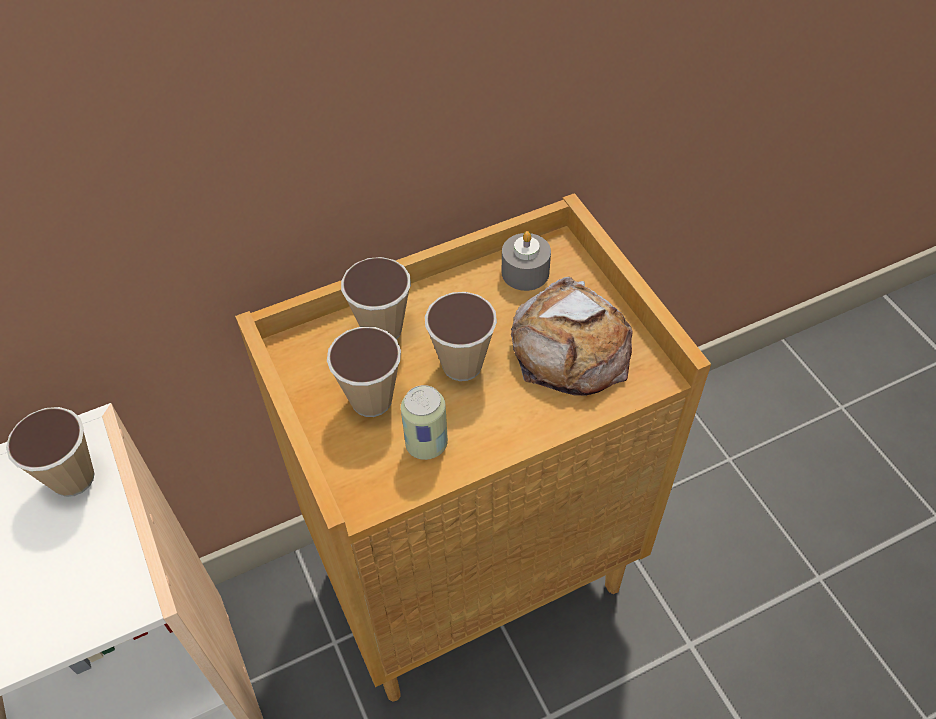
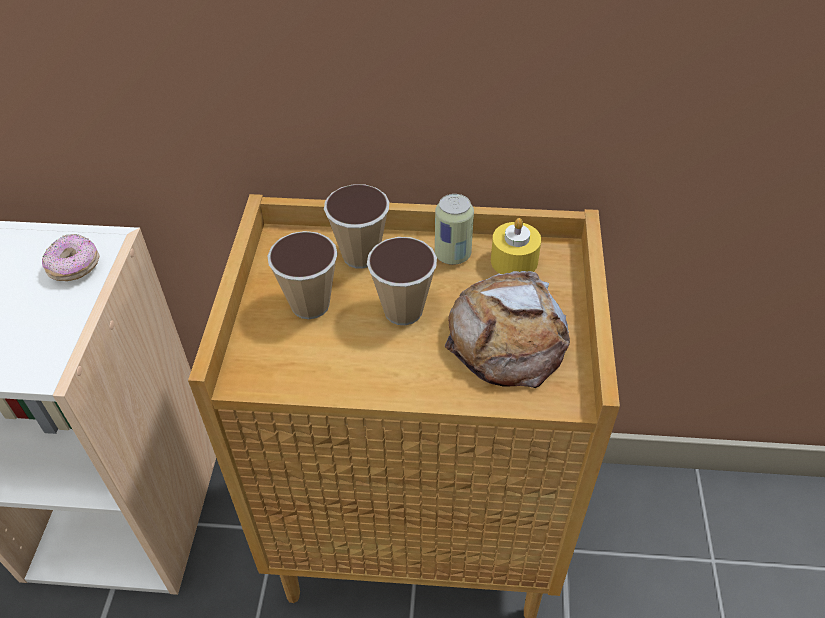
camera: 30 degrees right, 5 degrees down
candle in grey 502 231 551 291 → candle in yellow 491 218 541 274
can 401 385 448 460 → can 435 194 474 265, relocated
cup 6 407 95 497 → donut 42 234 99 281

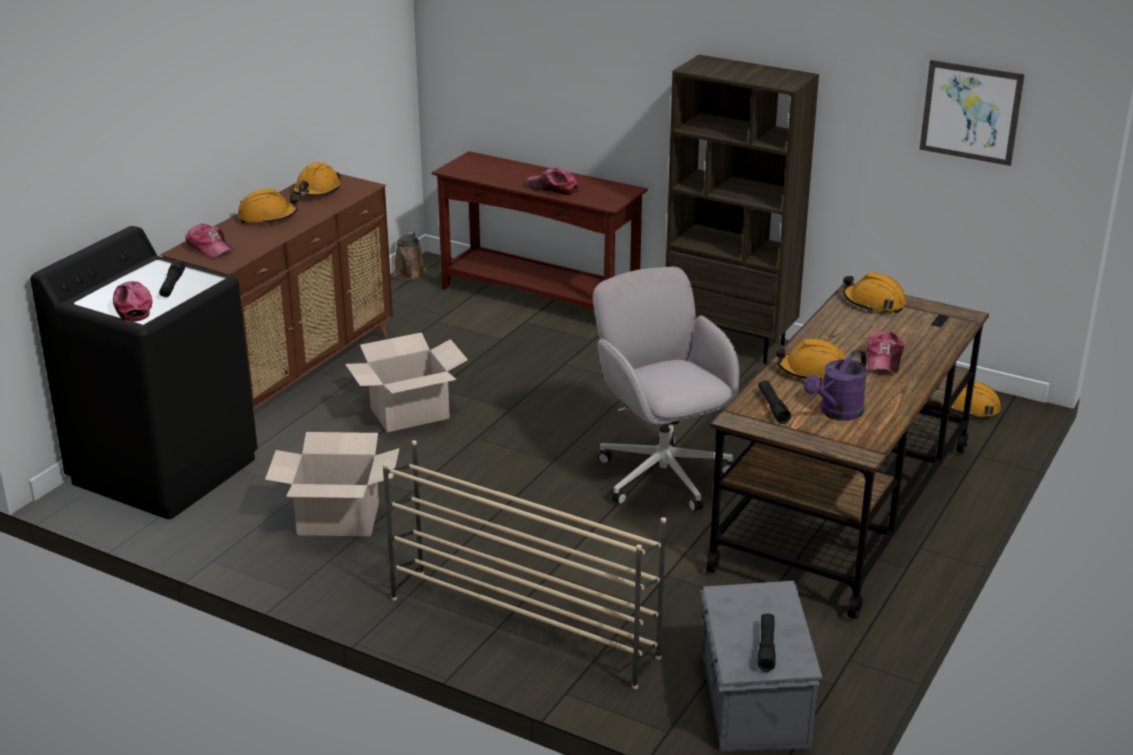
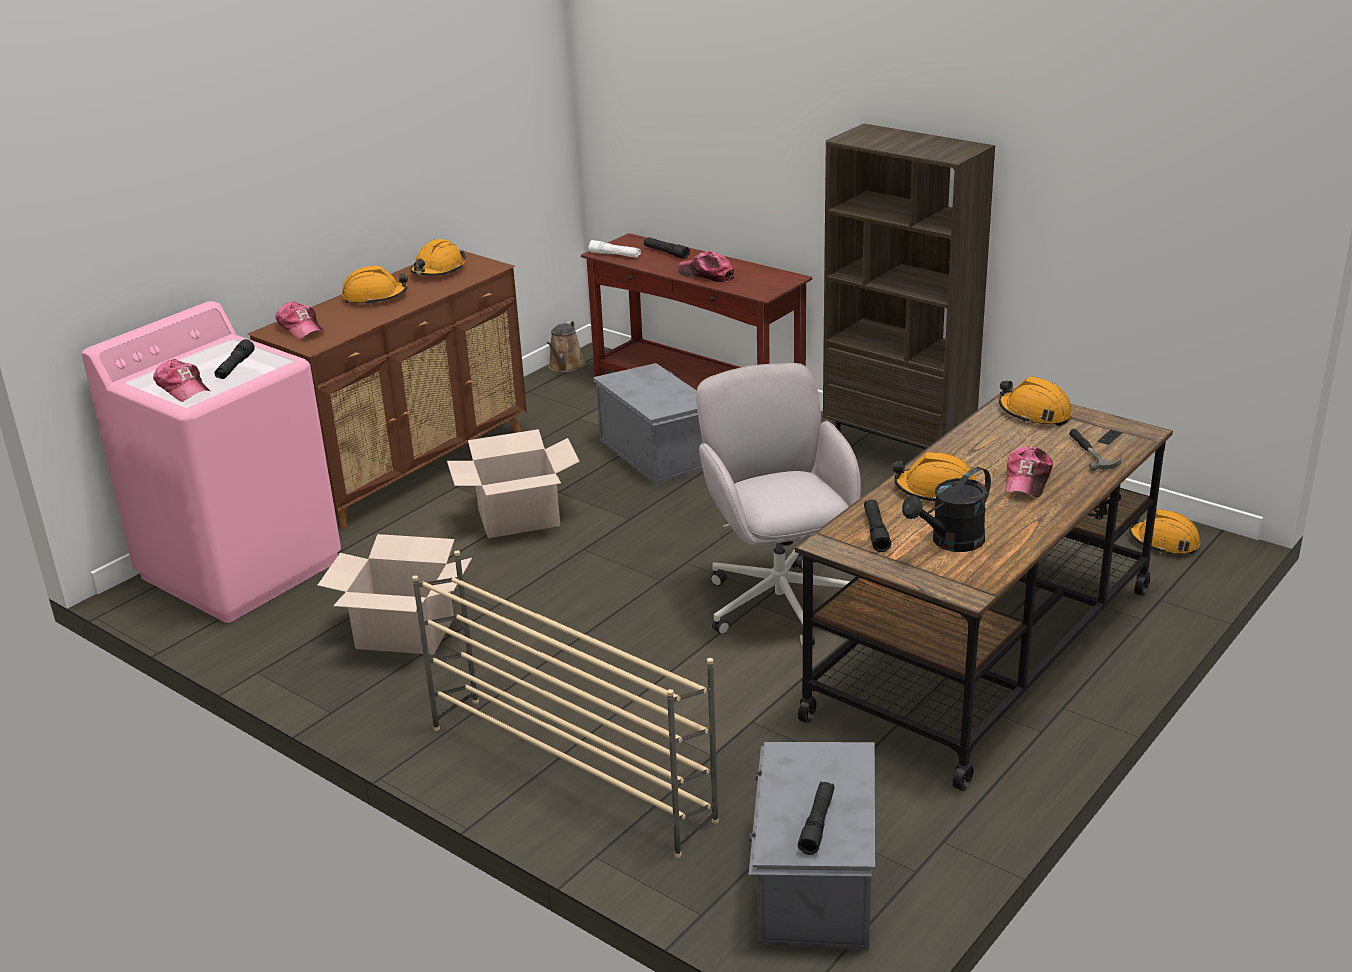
camera: 10 degrees right, 0 degrees up
picture 920 60 1025 166 → -
washing machine in black 30 226 258 519 → washing machine in pink 82 301 341 623
cap 113 281 153 322 → cap 153 359 211 402, 150 degrees clockwise
watering can in purple 804 349 867 421 → watering can in black 902 467 991 552
- → flashlight in black 644 237 690 259
- → flashlight in white 588 240 641 258
- → storage box in grey 593 363 703 484
- → hammer 1069 429 1121 471

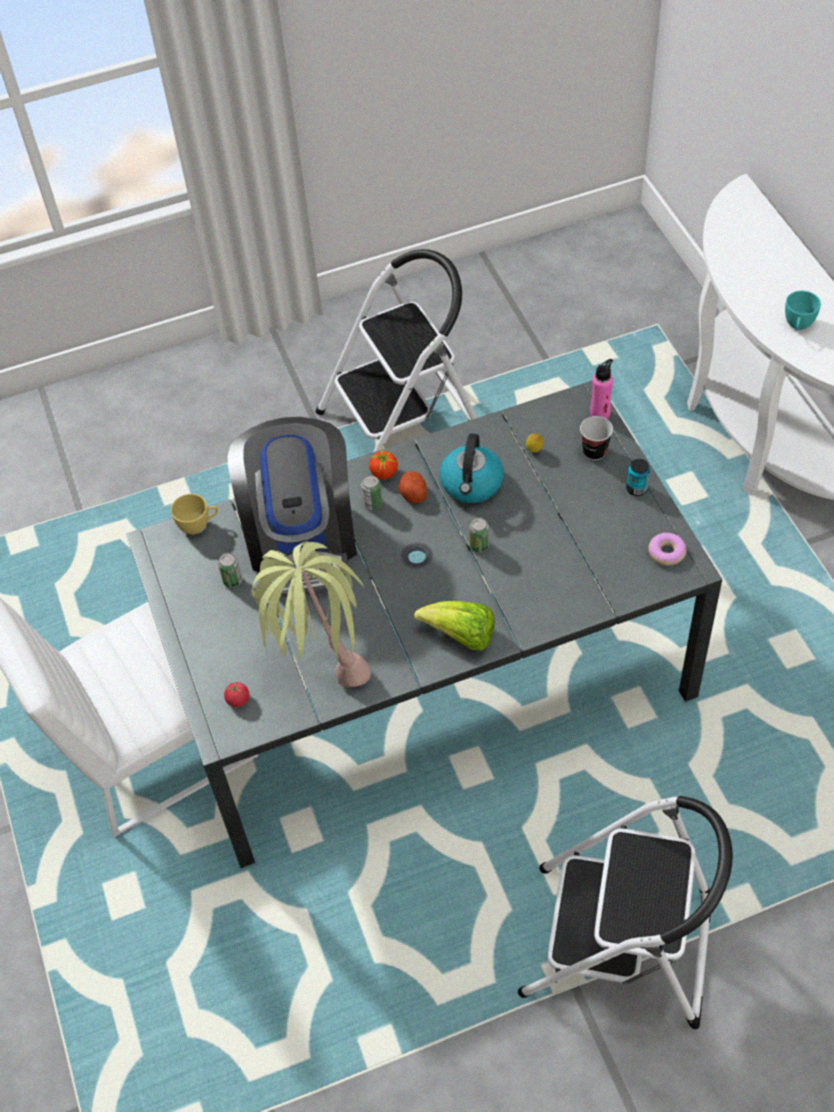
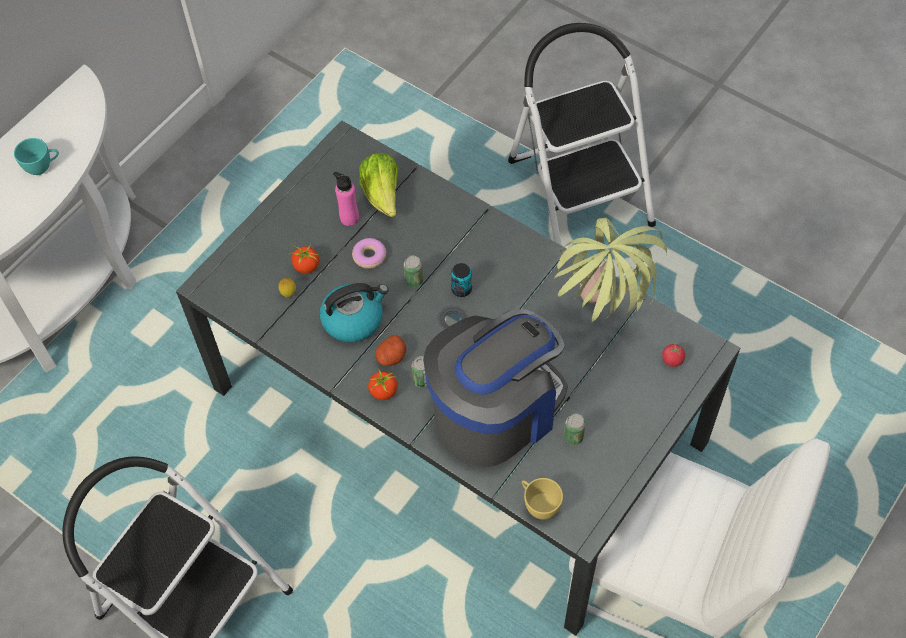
camera: 125 degrees left, 5 degrees up
bottle in pink 590 359 613 419 → bottle in pink 333 172 359 226, relocated
cup 580 416 613 460 → -
can 626 459 650 496 → can 451 263 472 297, relocated
donut 648 533 687 566 → donut 352 238 386 269, relocated
lettuce 414 601 495 651 → lettuce 359 153 399 217, relocated
- → tomato 289 244 319 274

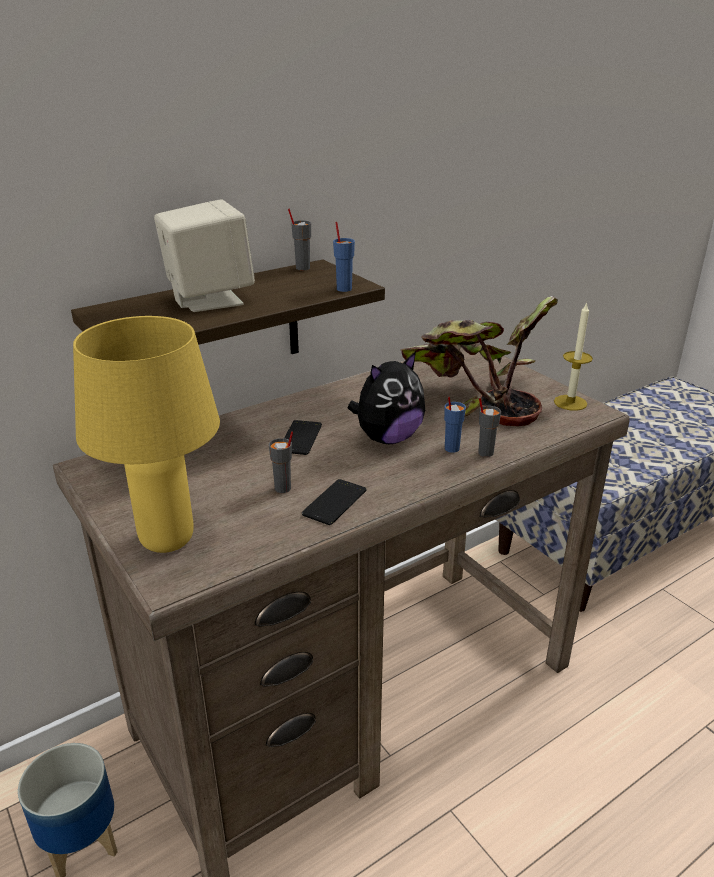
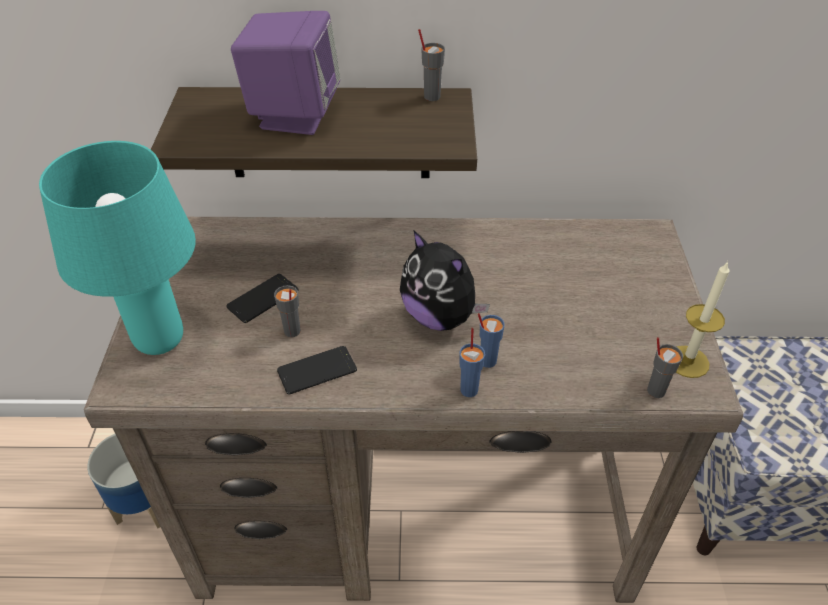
camera: 35 degrees right, 15 degrees up
speaker in beige 154 199 255 312 → speaker in purple 231 11 341 135
cup in blue 333 222 355 292 → cup in blue 460 328 485 397, relocated
potted plant 400 296 558 426 → -
table lamp in yellow 73 316 220 553 → table lamp in turquoise 39 141 196 355
plush toy 348 351 425 444 → plush toy 400 231 490 331, 45 degrees clockwise
cup in grey 478 398 501 457 → cup in grey 647 337 683 398, relocated
phone 284 420 322 455 → phone 226 274 298 323, relocated

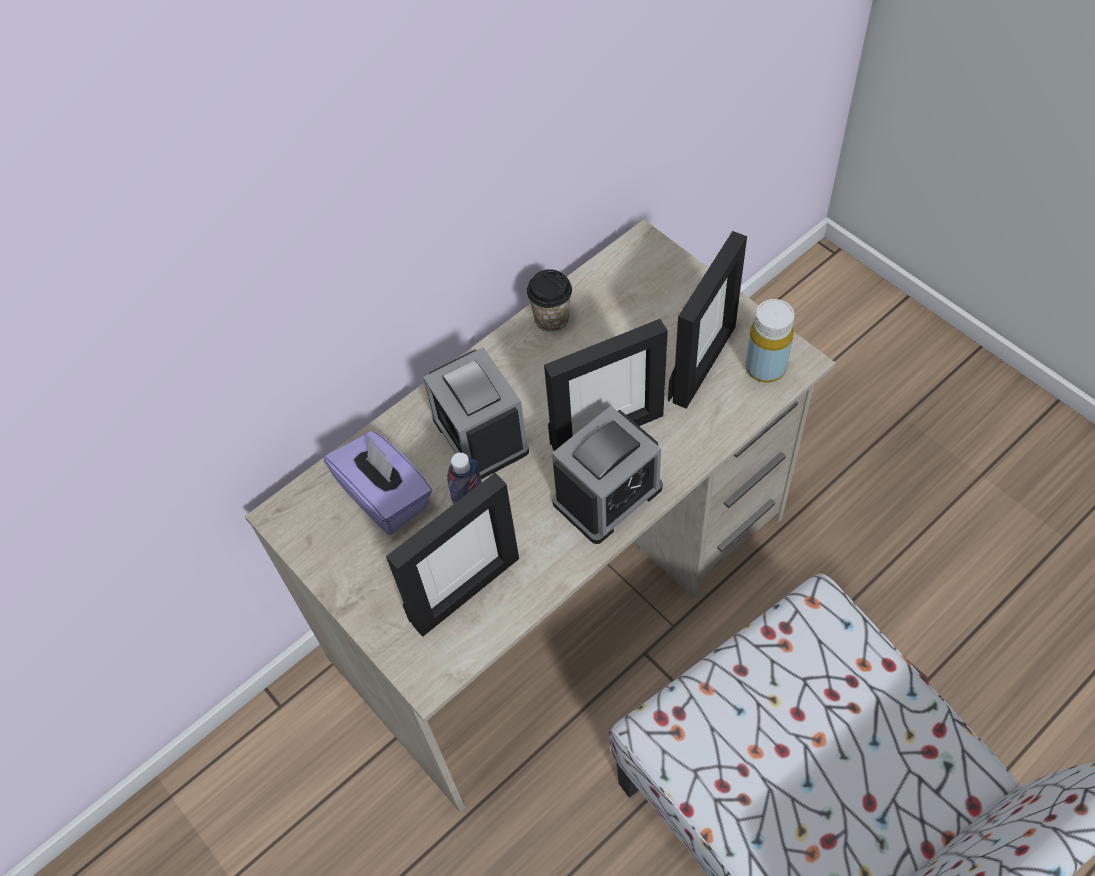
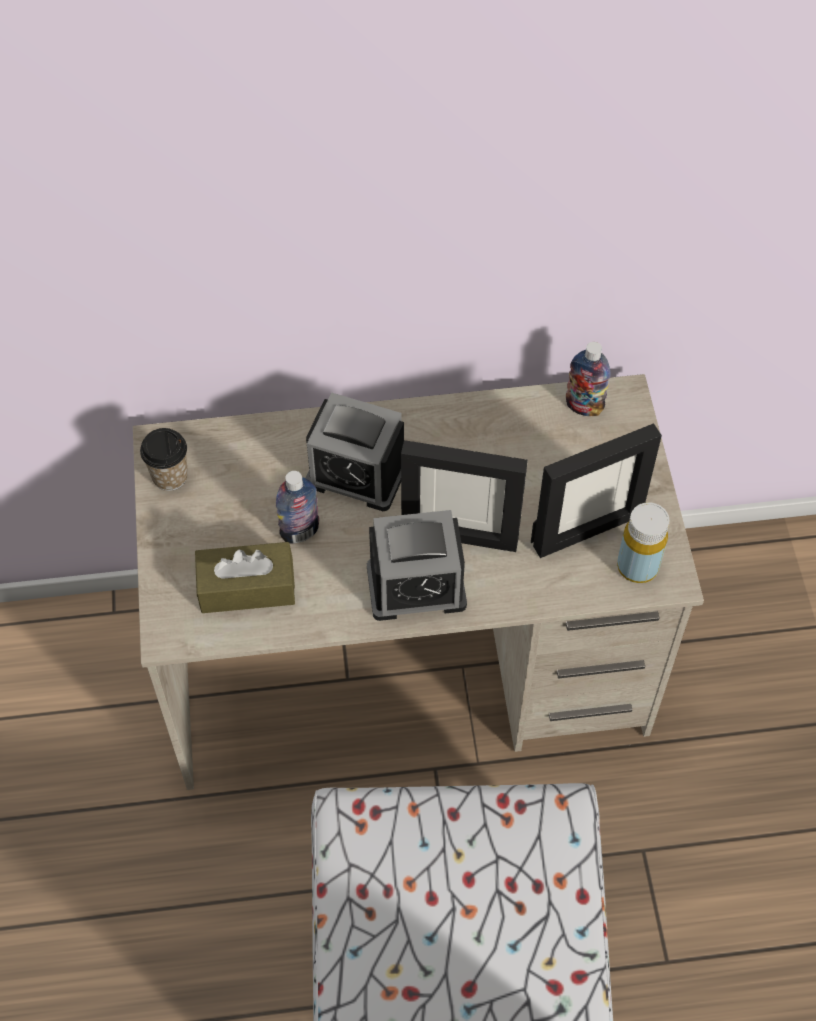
camera: 30 degrees right, 0 degrees up
cup 527 269 572 332 → cup 140 428 188 491, relocated
alarm clock 423 347 529 479 → alarm clock 305 392 404 511, 75 degrees counterclockwise
tissue box in purple 324 431 433 535 → -
picture frame 386 473 519 637 → tissue box in brown 195 542 295 613
- → bottle 566 342 611 416

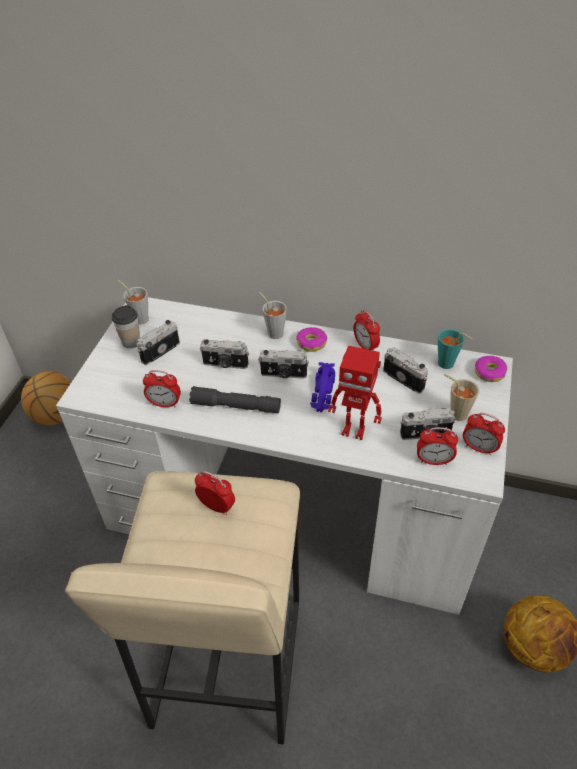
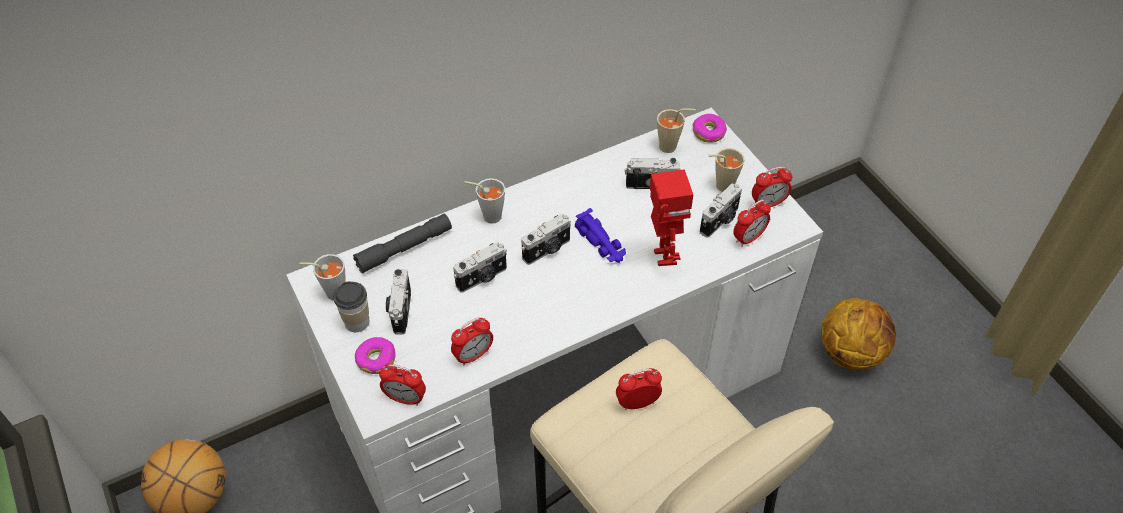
camera: 45 degrees left, 5 degrees up
alarm clock 353 310 380 351 → alarm clock 379 364 426 406, relocated
donut 296 327 327 352 → donut 355 337 396 374, relocated
cup in turquoise 438 329 473 369 → cup in beige 657 108 696 153
toy robot 328 346 382 440 → toy robot 650 169 693 266, 75 degrees counterclockwise
flashlight in grey 189 386 281 413 → flashlight in grey 353 214 452 274, relocated

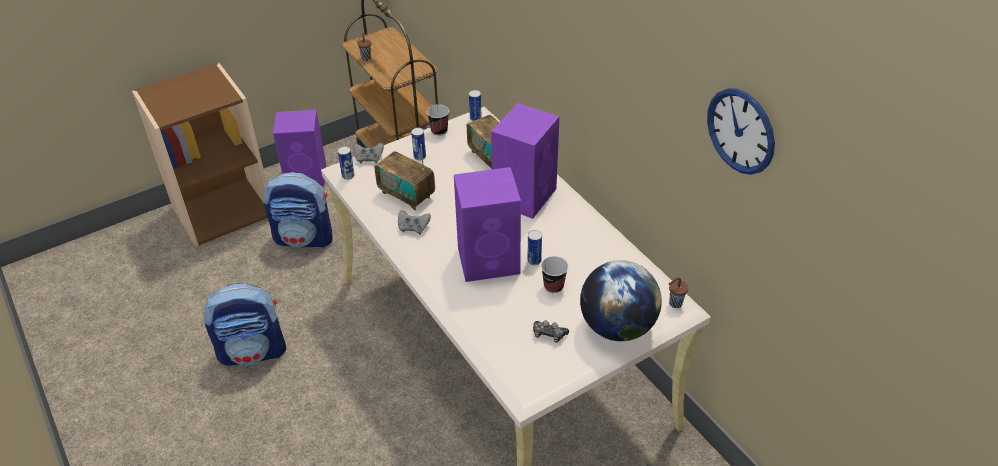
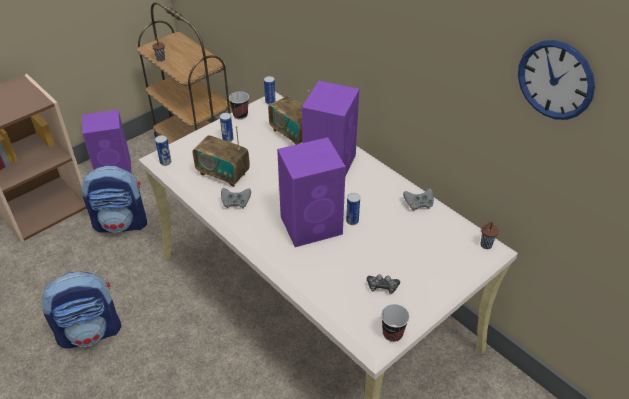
camera: 10 degrees left, 0 degrees up
game controller in grey 353 143 384 164 → game controller in grey 403 188 434 211, relocated
cup 541 256 568 293 → cup 381 304 410 342, relocated
globe 580 260 662 341 → -

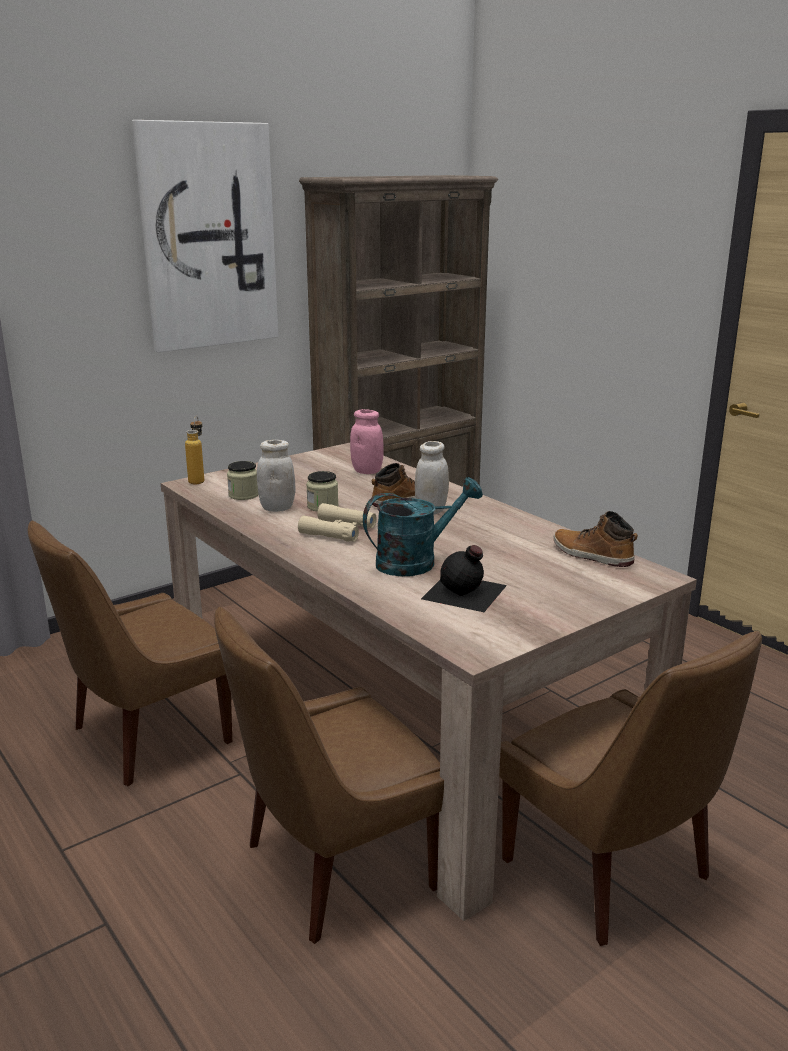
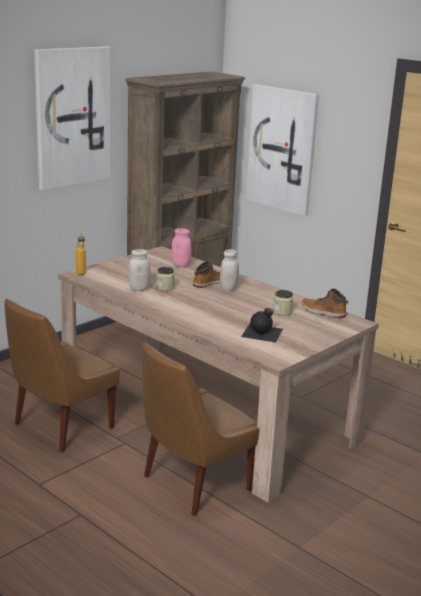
camera: 10 degrees left, 0 degrees up
jar 227 461 258 500 → jar 273 290 293 315, relocated
watering can in turquoise 363 477 483 576 → -
binoculars in beige 298 503 377 542 → -
chair in brown 499 631 762 946 → -
- → picture 246 84 319 216

